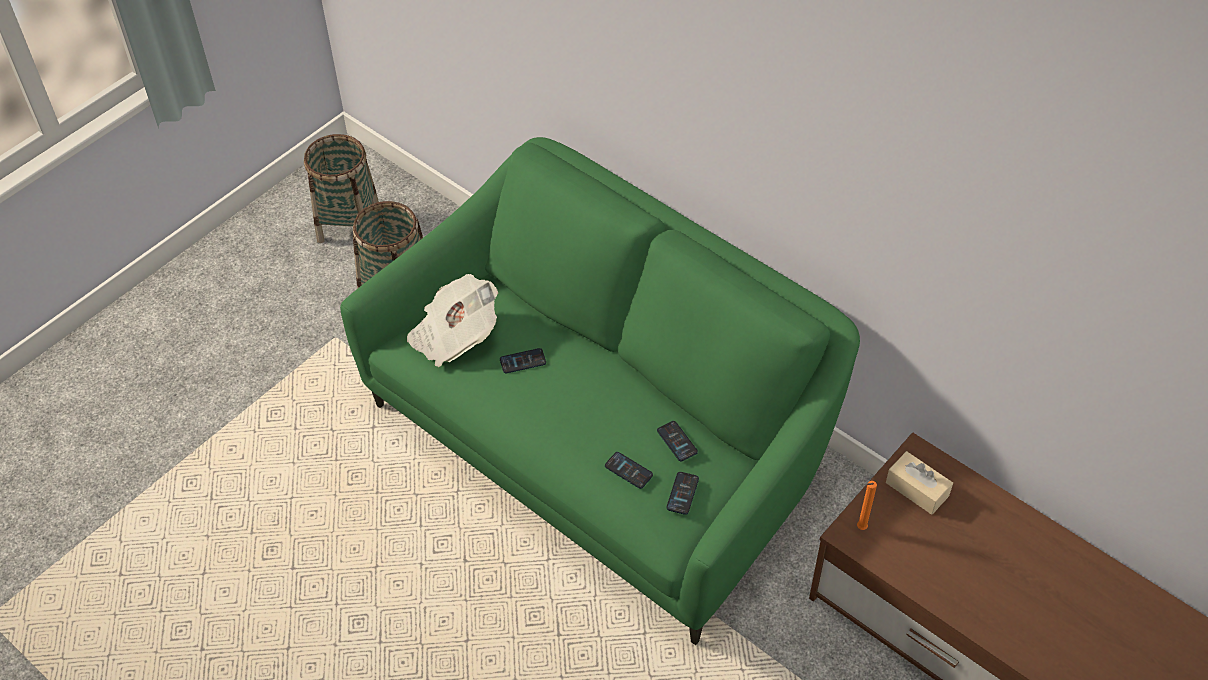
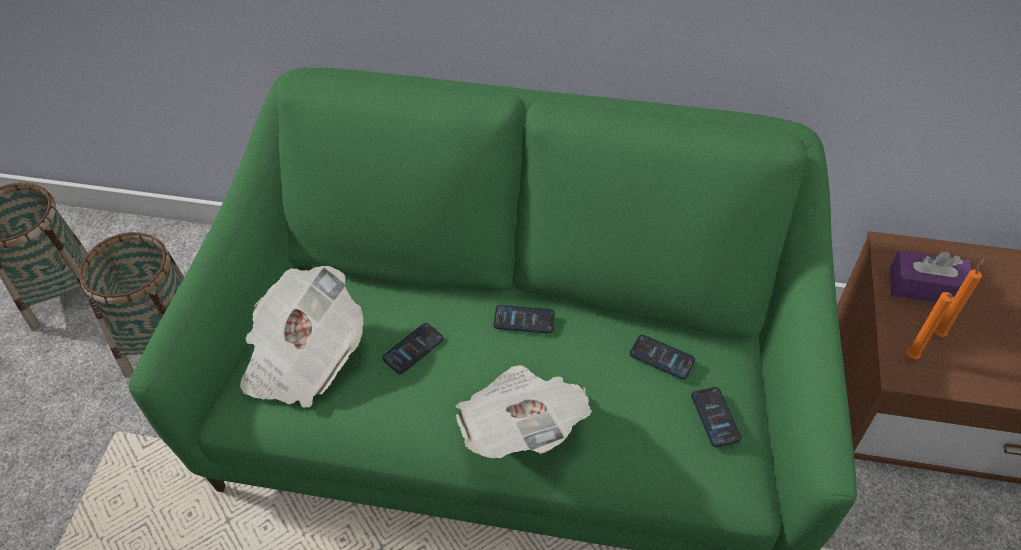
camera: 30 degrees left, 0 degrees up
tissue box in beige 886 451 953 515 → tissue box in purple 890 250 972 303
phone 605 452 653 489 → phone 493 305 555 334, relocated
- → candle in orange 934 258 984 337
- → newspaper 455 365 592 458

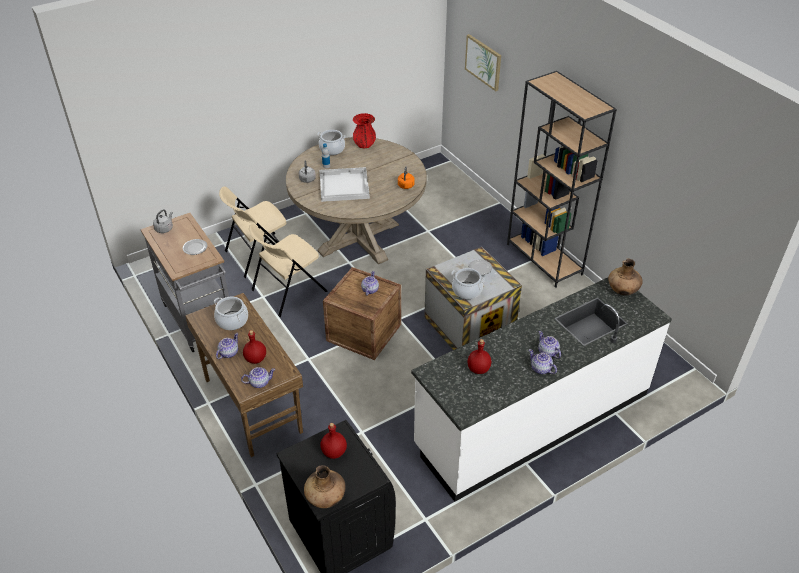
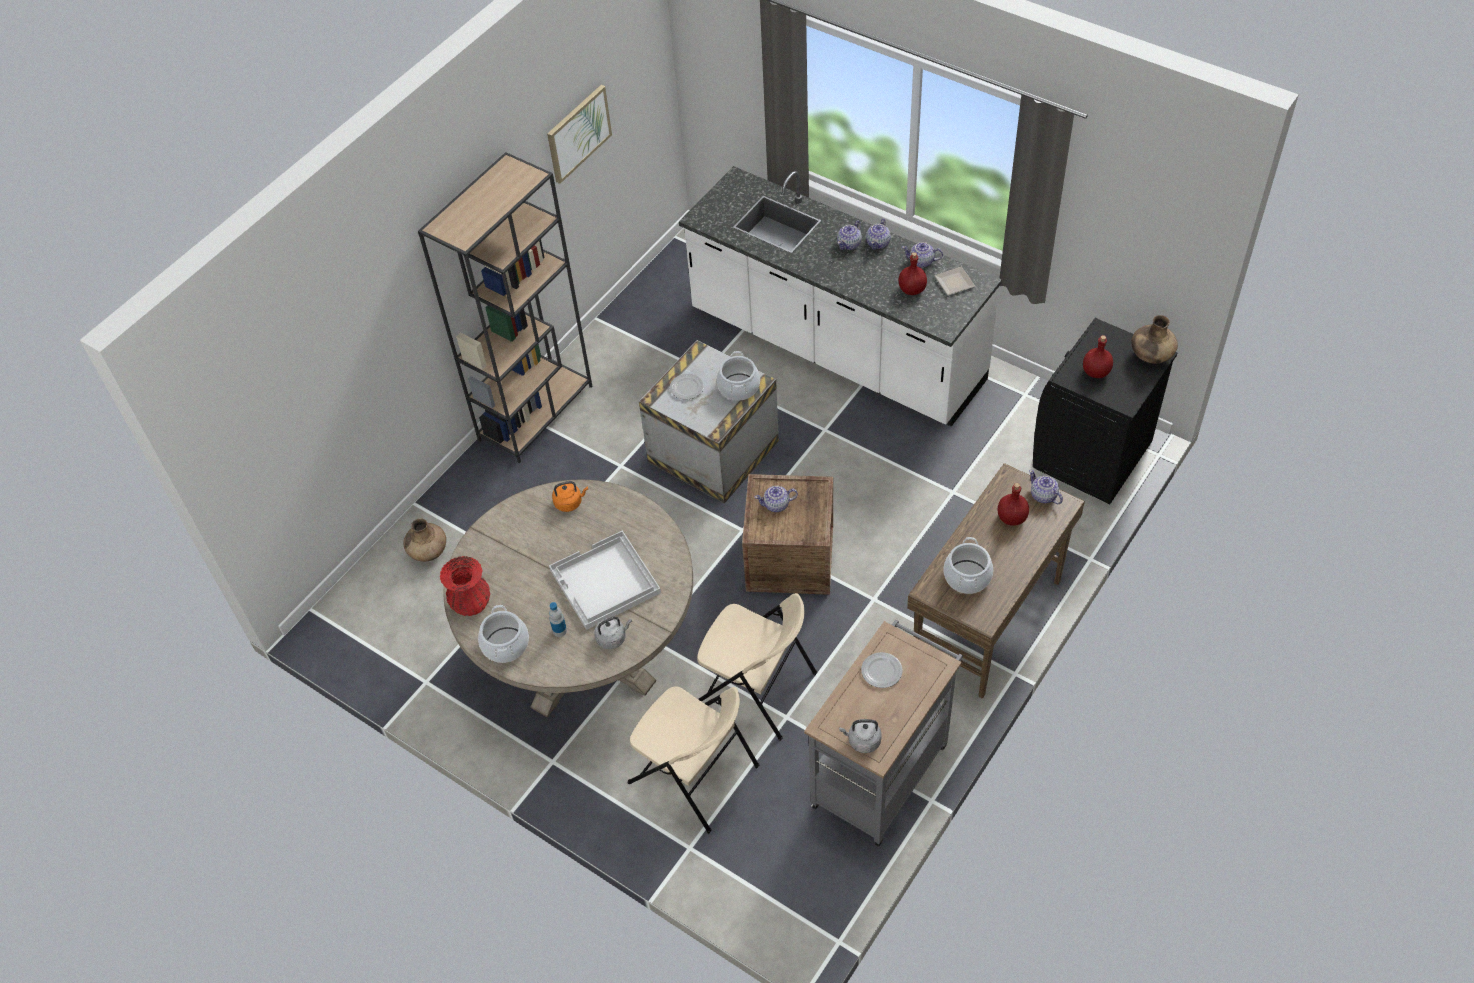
camera: 110 degrees left, 10 degrees up
picture 465 34 501 91 → picture 547 85 612 184, relocated
vase in brown 608 258 643 295 → vase in brown 404 518 446 562, relocated
teapot 216 333 238 359 → teapot 902 242 943 268, relocated
- → plate 934 267 975 295

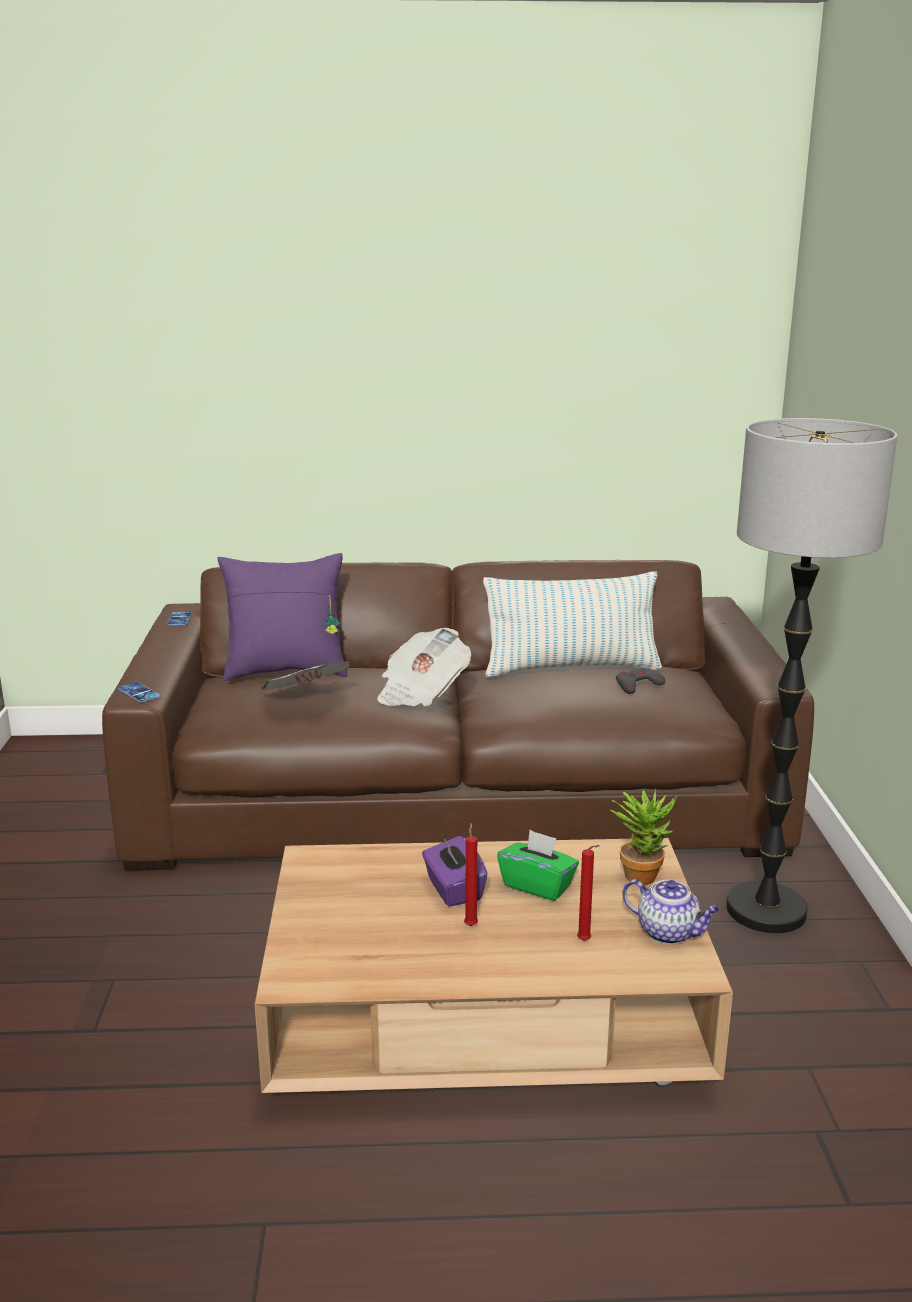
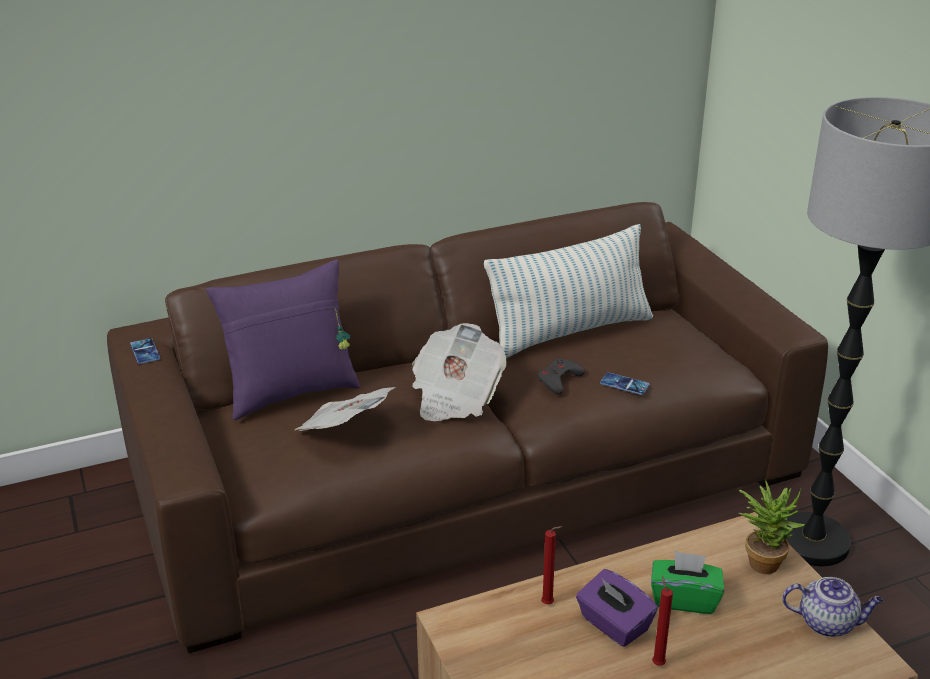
camera: 20 degrees left, 10 degrees up
game controller in grey 616 668 665 694 → game controller in grey 538 359 585 395, relocated
phone 118 682 161 703 → phone 600 372 649 395, relocated
candle in red 577 845 600 941 → candle in red 541 526 562 604, relocated

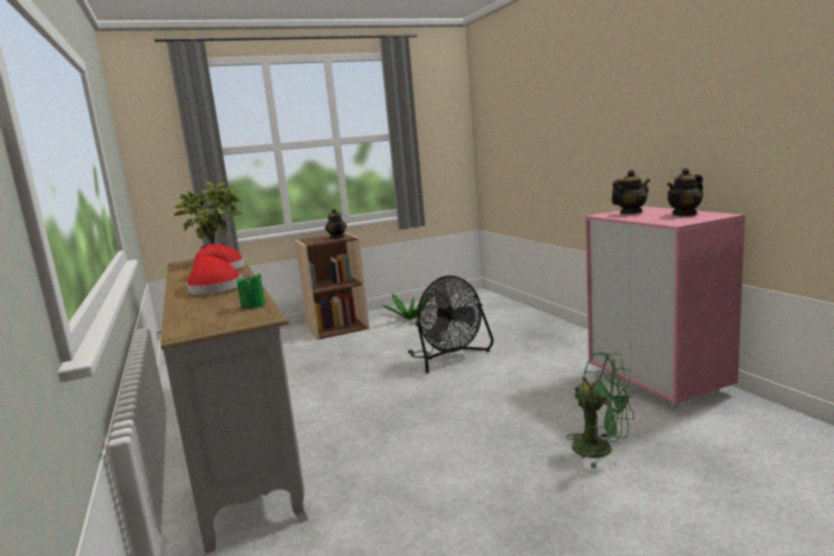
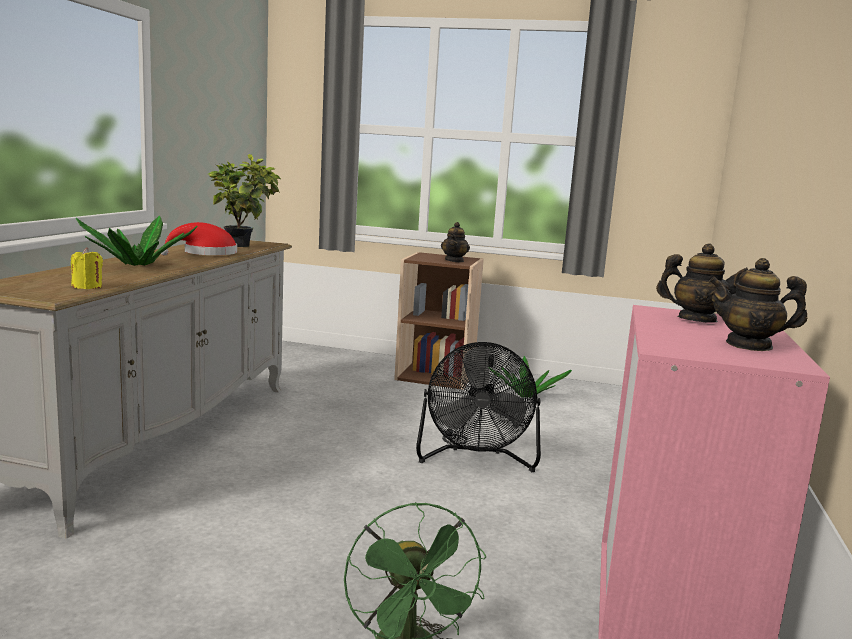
camera: 35 degrees right, 0 degrees up
hat in red 186 256 241 294 → potted plant 76 215 198 266
candle in green 237 272 266 309 → candle in yellow 71 248 103 289

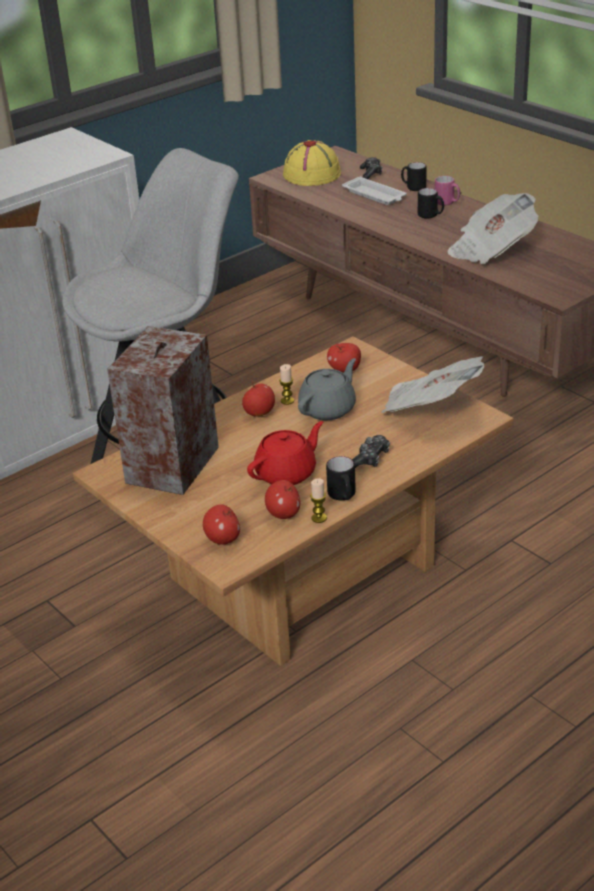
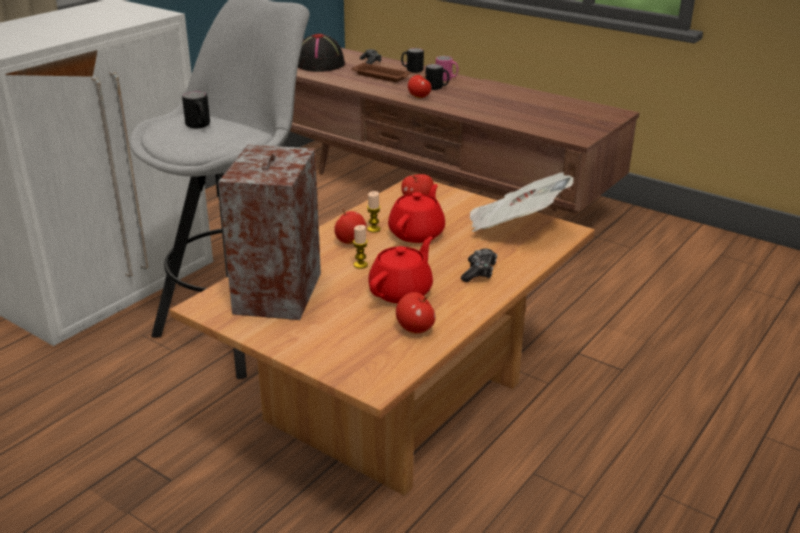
camera: 15 degrees left, 5 degrees down
hat in yellow 283 140 341 186 → hat in black 298 34 345 72
tray in white 342 176 407 205 → tray in brown 351 62 410 82
newspaper 448 193 538 264 → -
teapot in grey 298 358 356 420 → teapot in red 388 184 445 243
mug in black 326 456 356 500 → mug in black 182 91 210 128, relocated
candle 310 478 327 523 → candle 353 225 368 269, relocated
apple 203 504 240 545 → apple 408 75 431 98, relocated

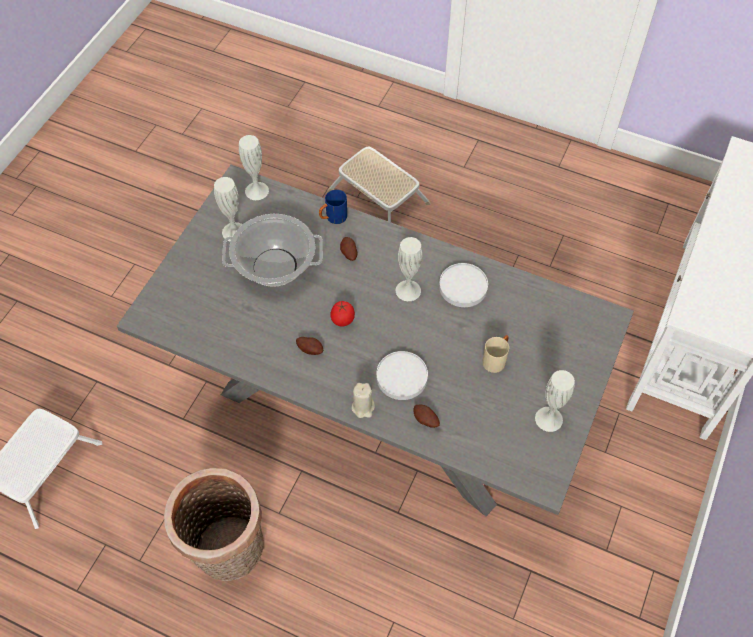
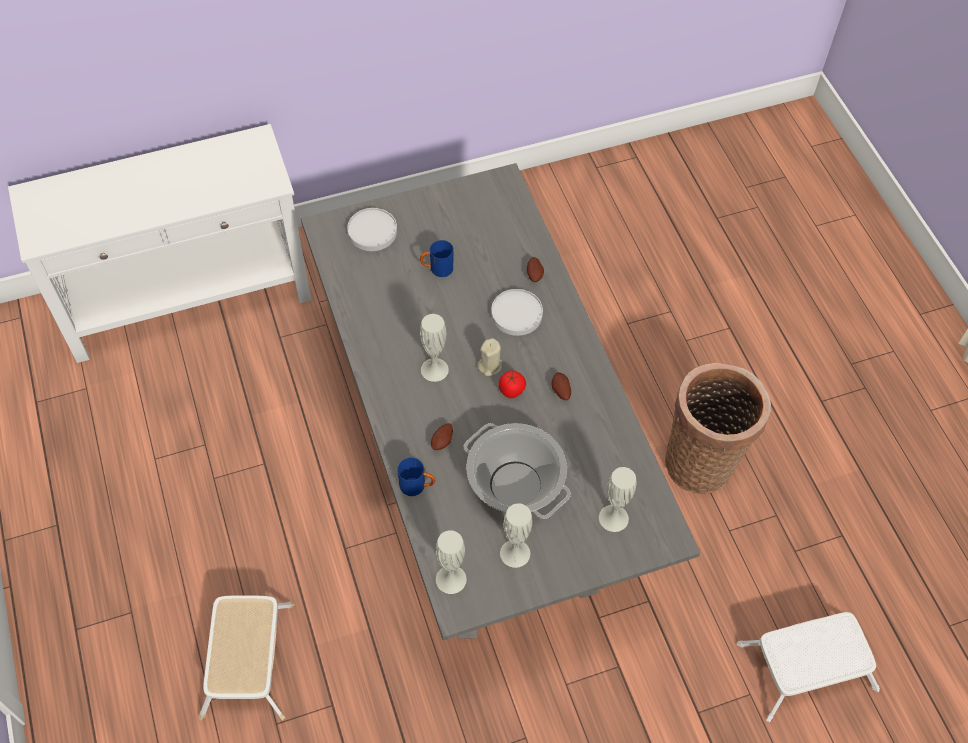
camera: 135 degrees left, 0 degrees up
plate in white 439 263 488 307 → plate in white 347 208 397 251, relocated
mug in beige 482 335 509 373 → mug in blue 420 240 454 277
vase in white 535 370 575 432 → vase in white 599 467 637 532, relocated
candle in beige 351 383 375 418 → candle in beige 477 338 502 376, relocated

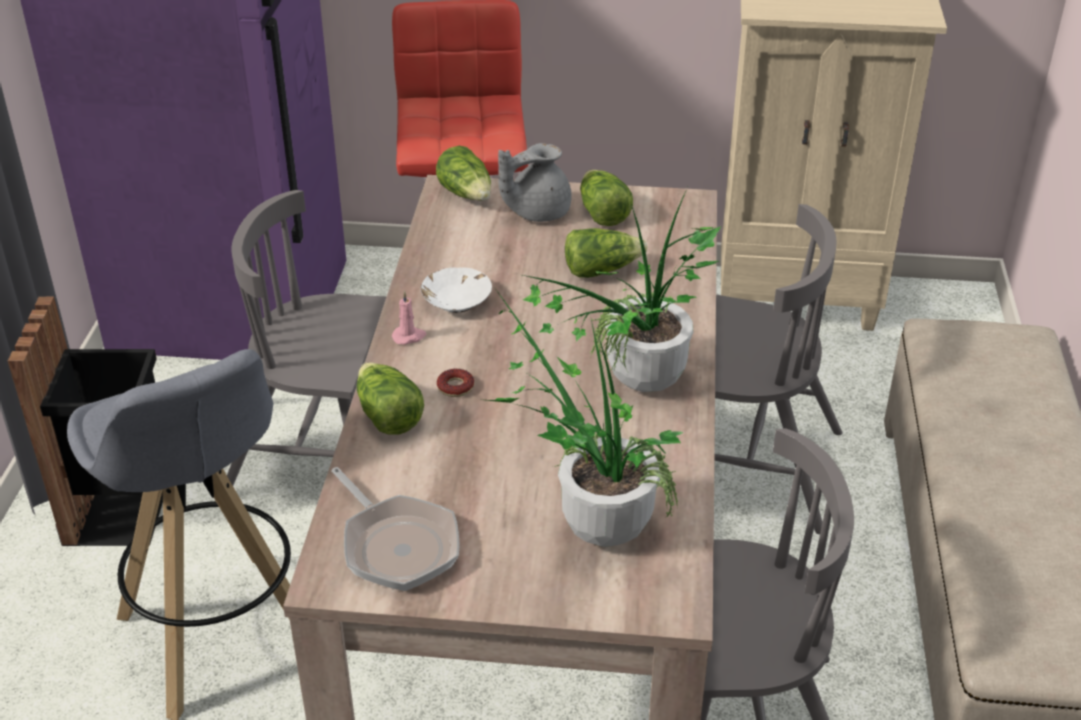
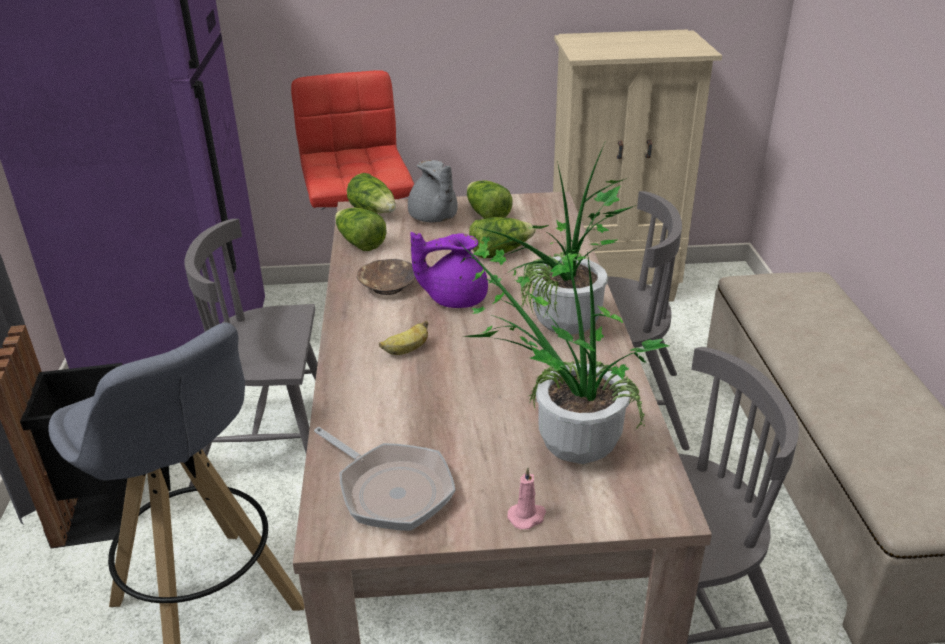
camera: 10 degrees left, 5 degrees down
teapot in grey 498 143 572 222 → teapot in grey 408 160 458 223, 75 degrees counterclockwise
bowl in white 421 267 492 313 → bowl in brown 357 259 416 295
candle in pink 392 291 426 345 → candle in pink 507 467 546 529, relocated
lettuce 357 362 424 435 → lettuce 335 208 387 251, relocated
donut 437 369 474 397 → banana 379 320 428 355
- → teapot in purple 410 232 488 308

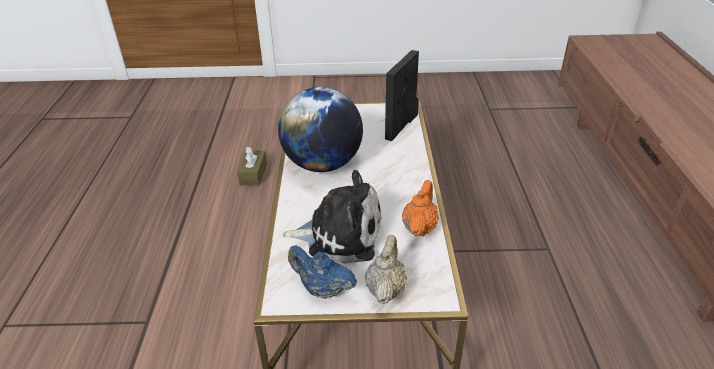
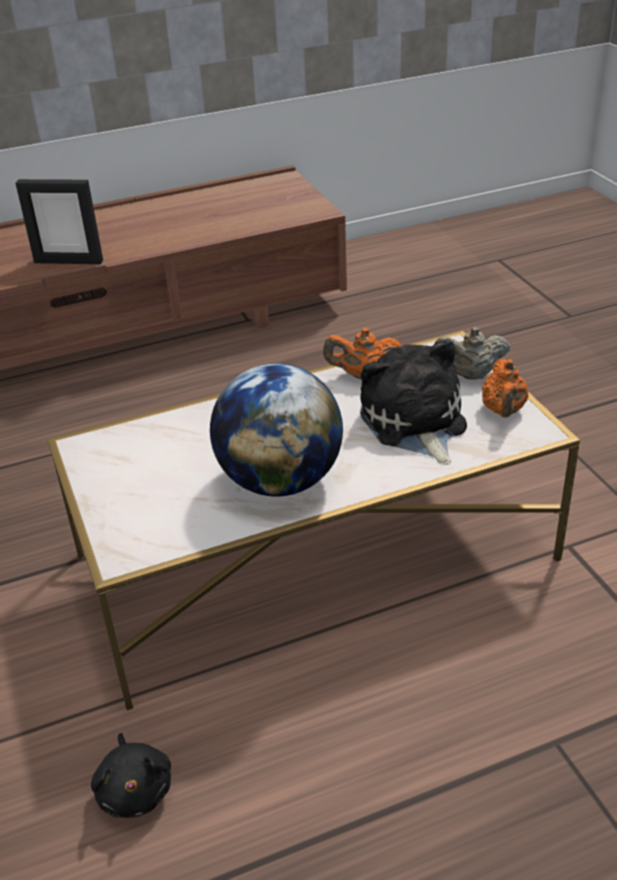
camera: 110 degrees left, 0 degrees up
picture frame 385 50 419 141 → picture frame 16 179 103 264, relocated
tissue box in brown 237 147 267 186 → plush toy in black 91 733 171 818
teapot in blue 288 245 357 299 → teapot in orange 482 359 529 418

